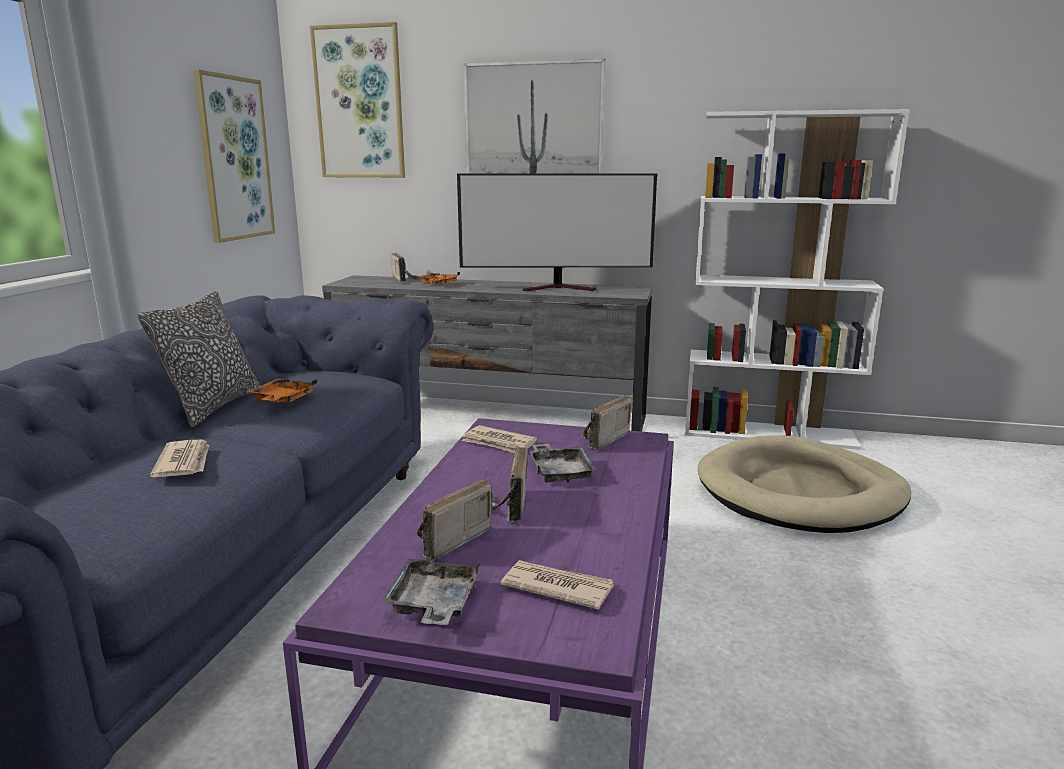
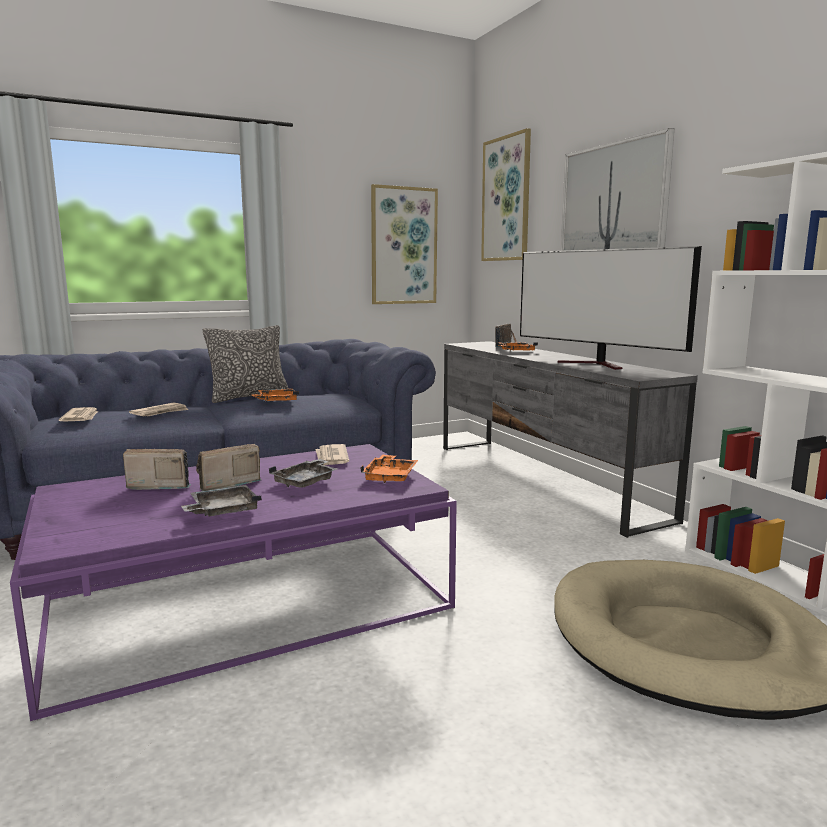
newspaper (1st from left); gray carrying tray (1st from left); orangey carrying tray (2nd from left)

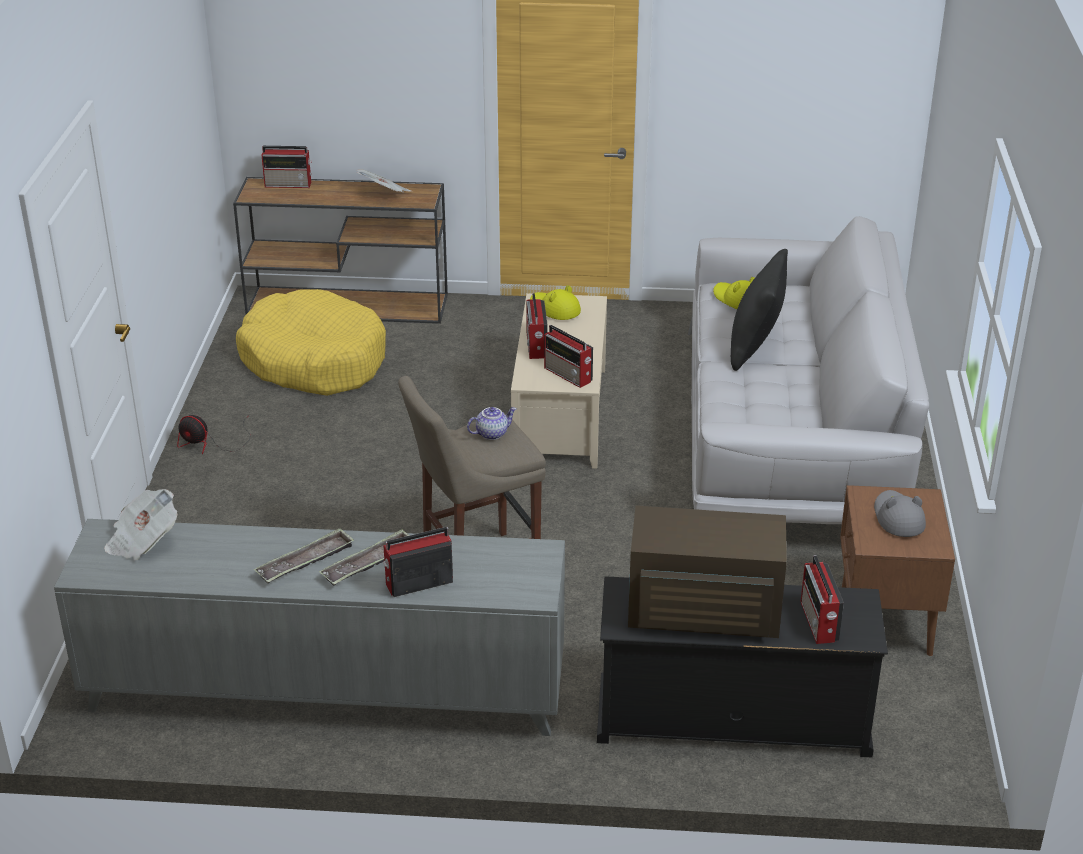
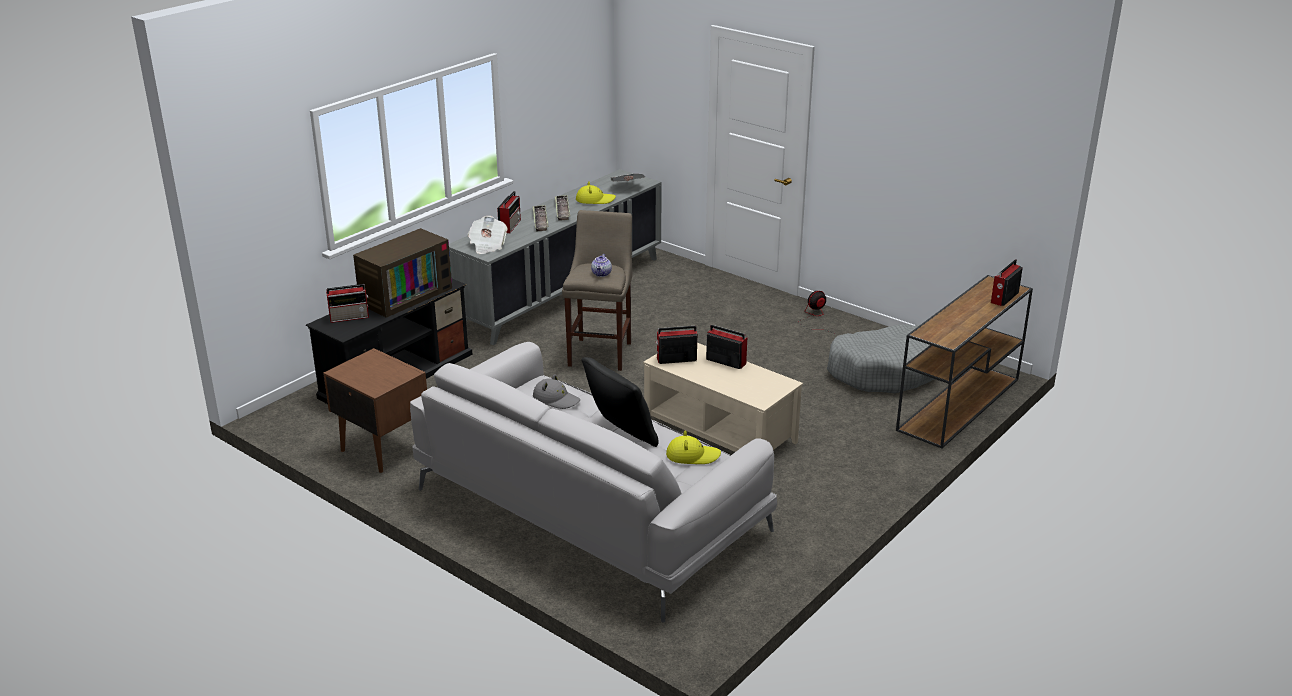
radio receiver (1st from left); newspaper (1st from left); gray hat; yellow hat (1st from left); gray dog cushion

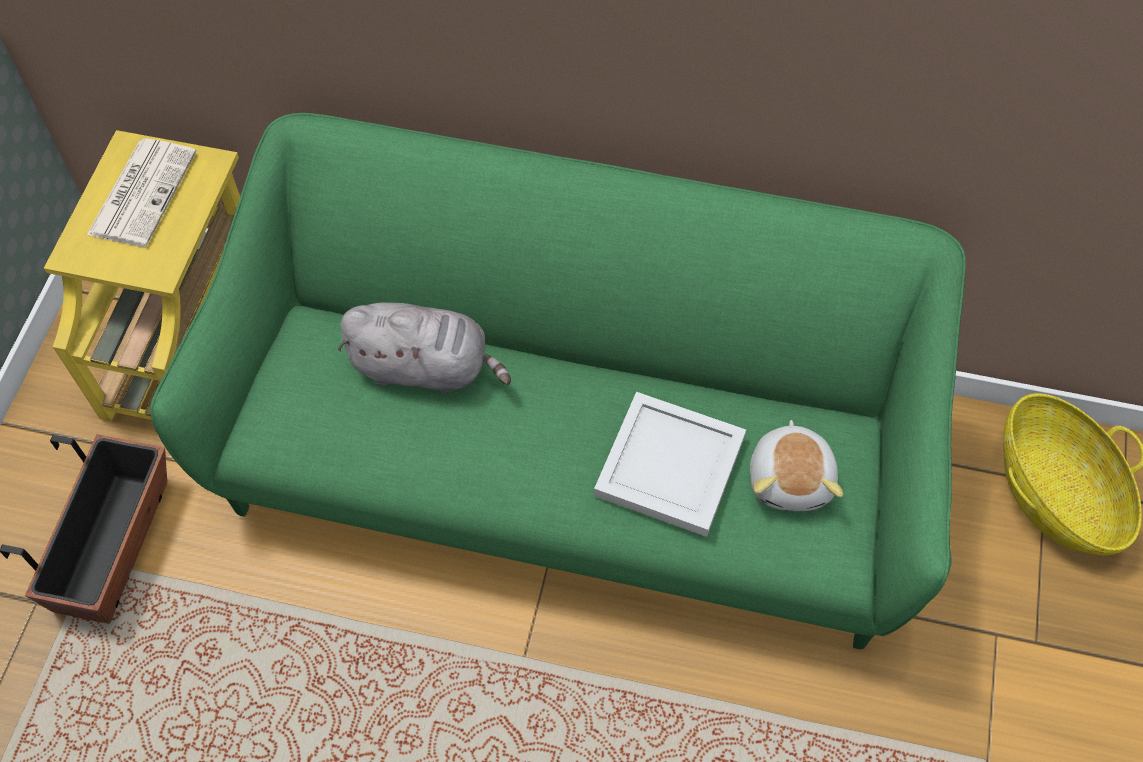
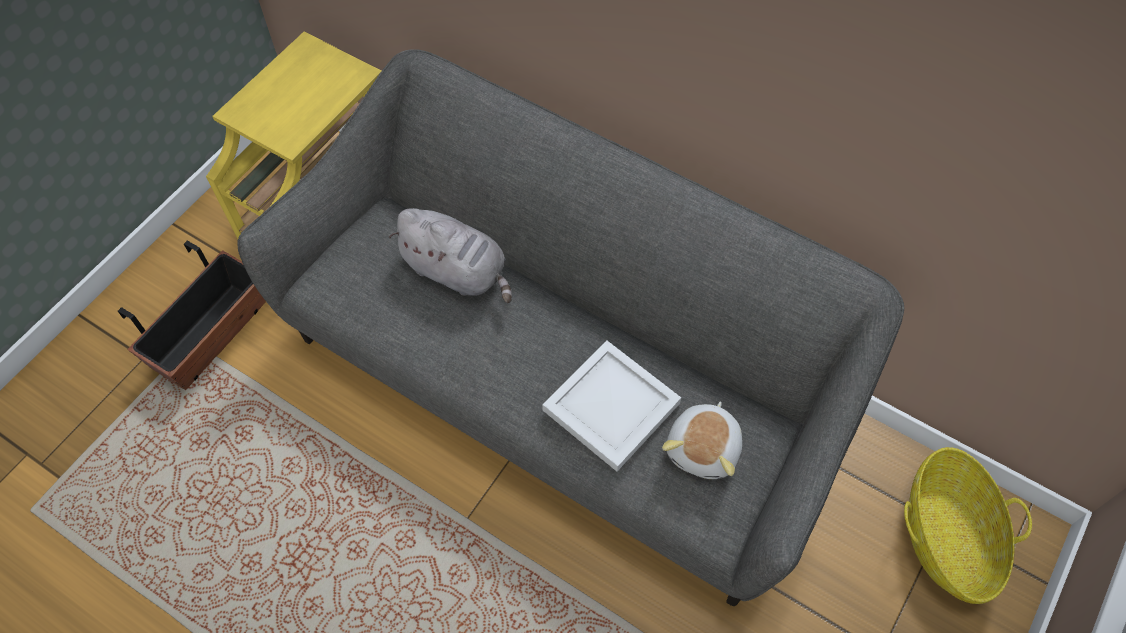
gray sofa; newspaper

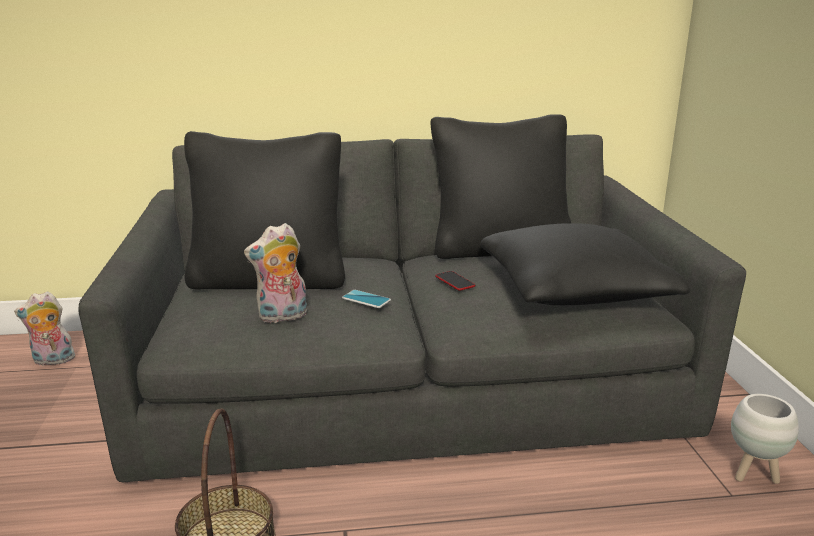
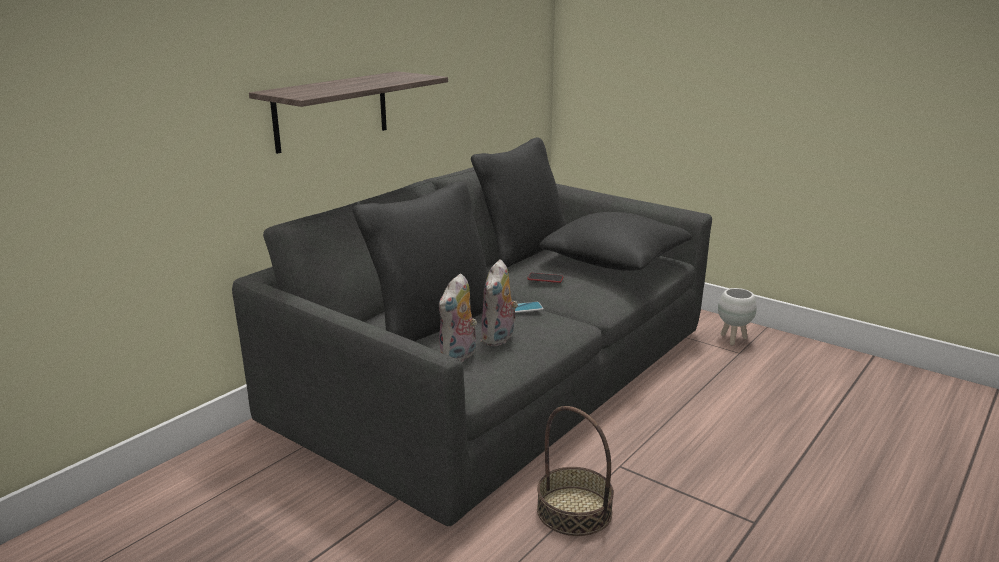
shelf; cuddly toy (1st from left)

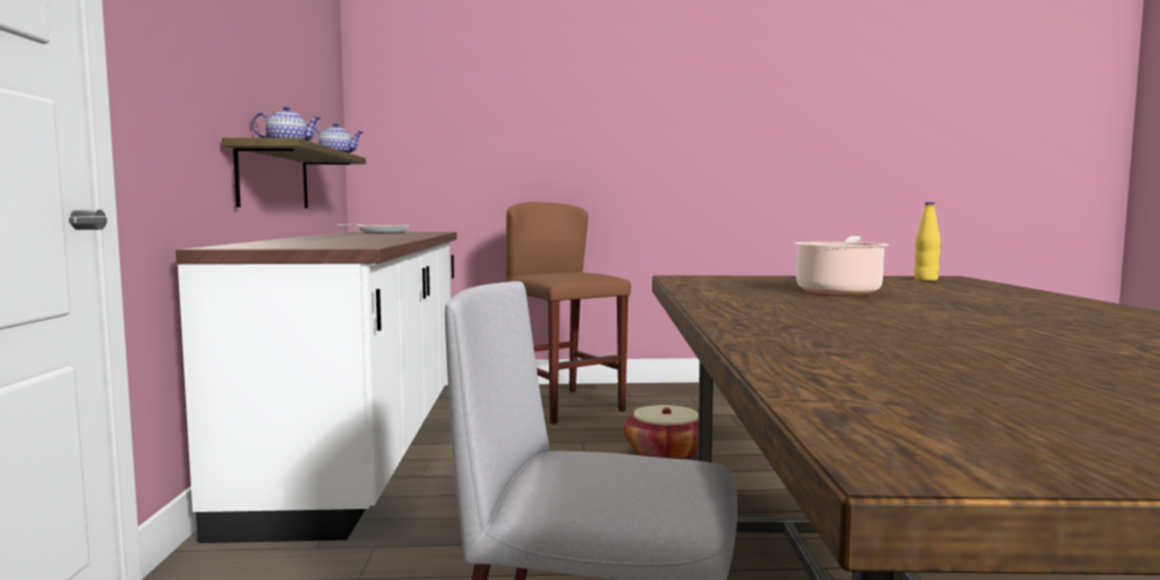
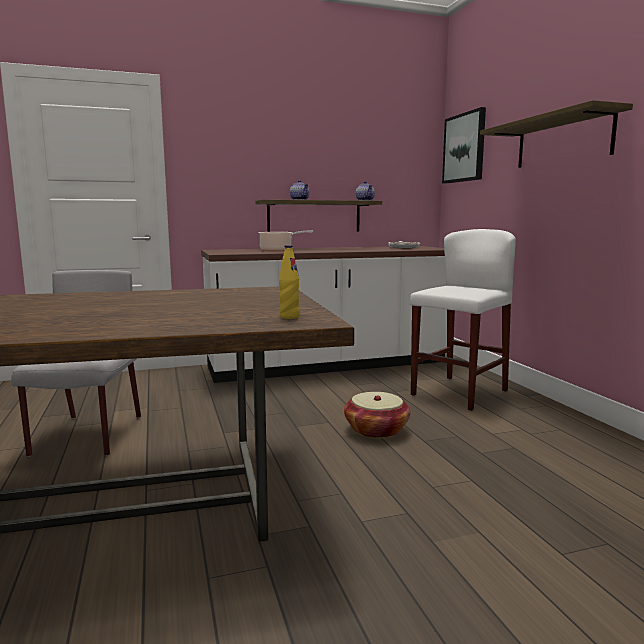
stockpot; white stool seat; picture; shelf (2nd from left)

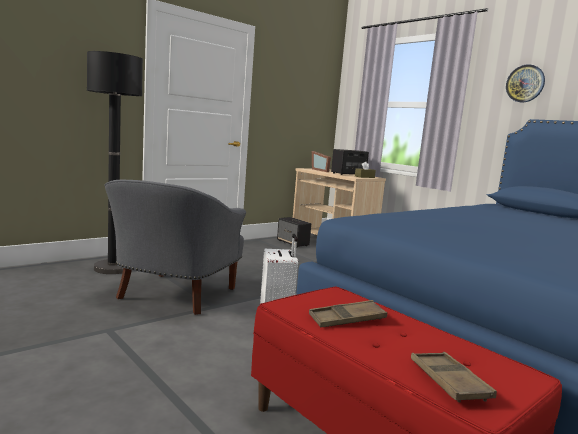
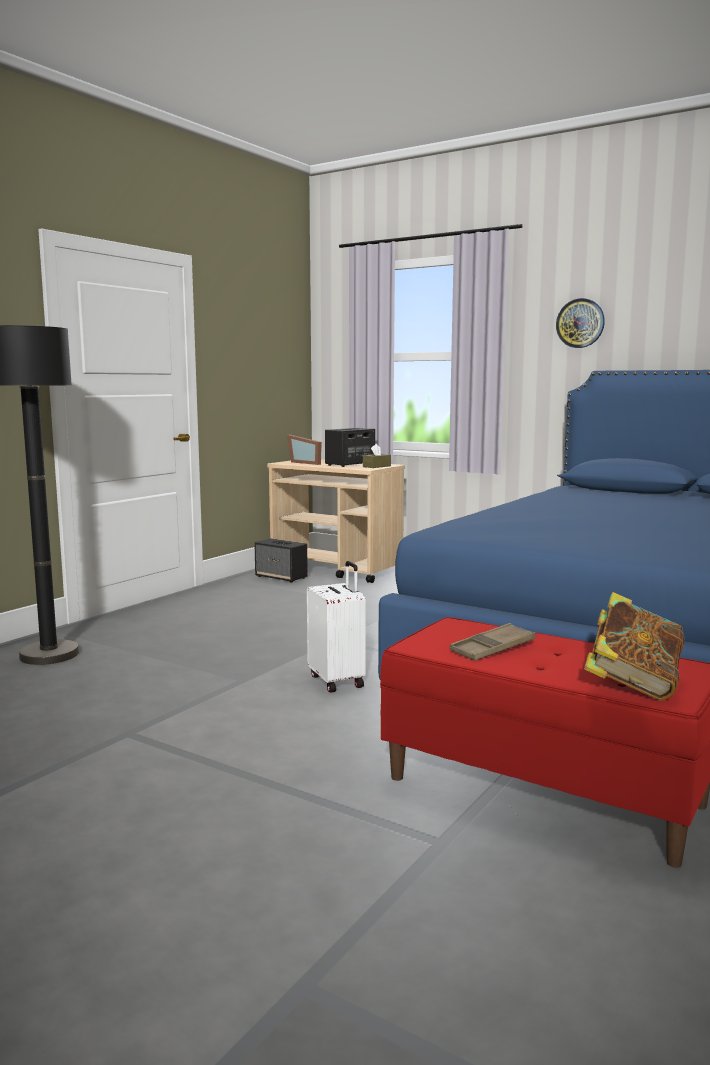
bound book; gray lounge chair

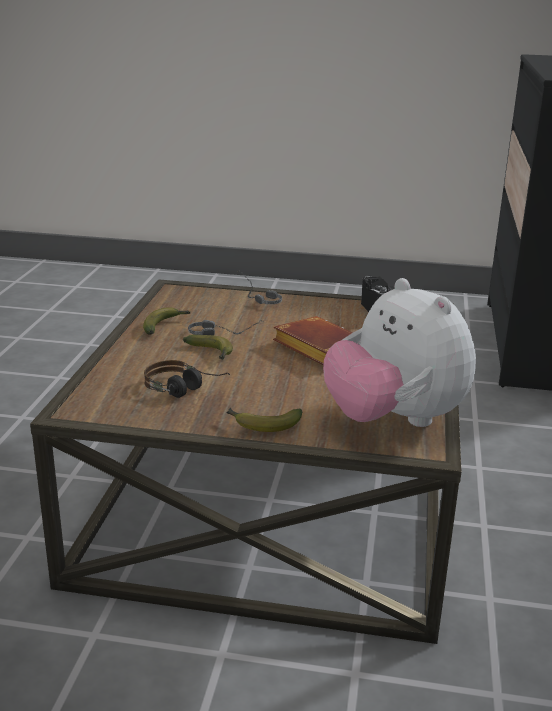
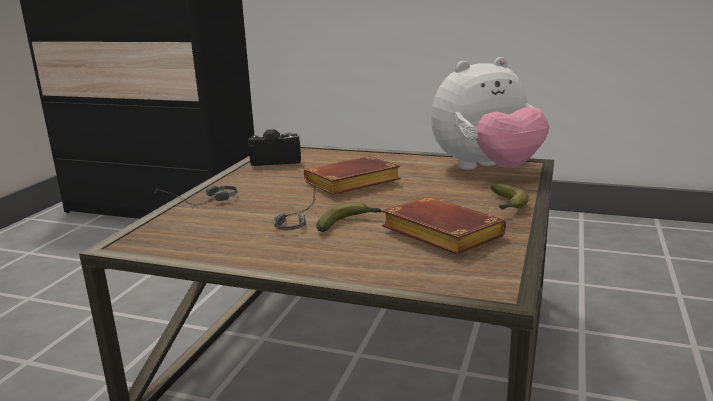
brownish bound book (2nd from left); whole banana (1st from left in the first image)

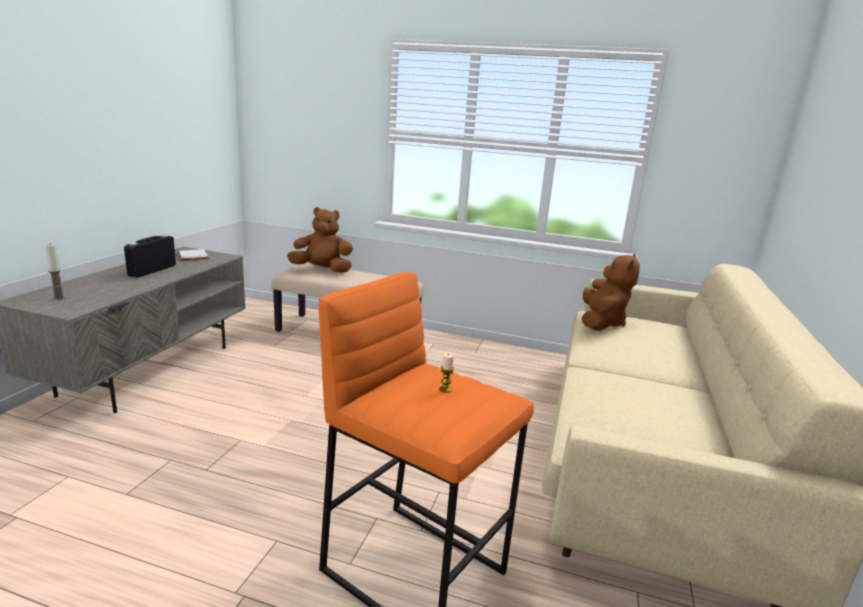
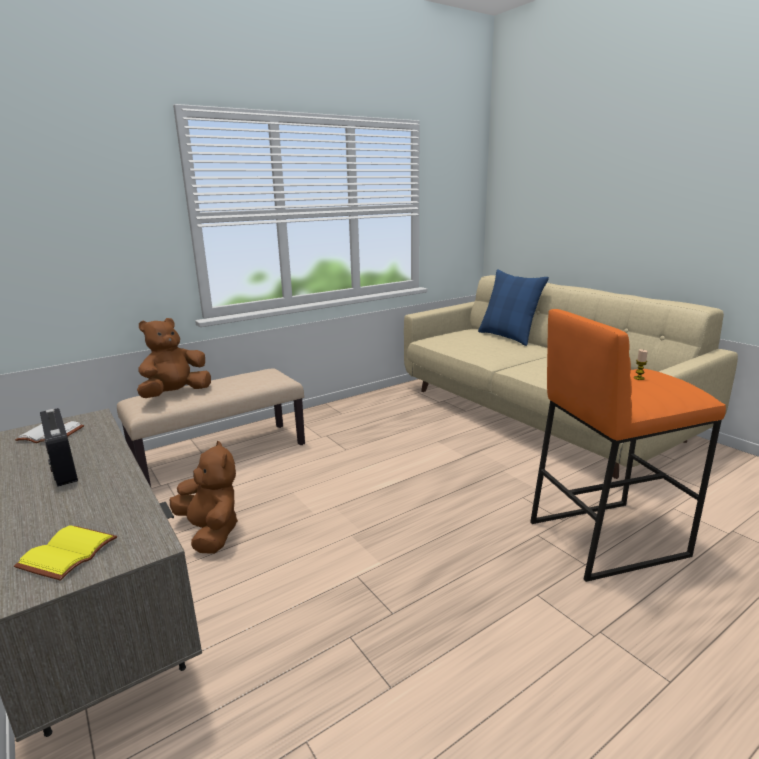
yellow bound book; brownish cuddly toy (2nd from left); bluish pillow

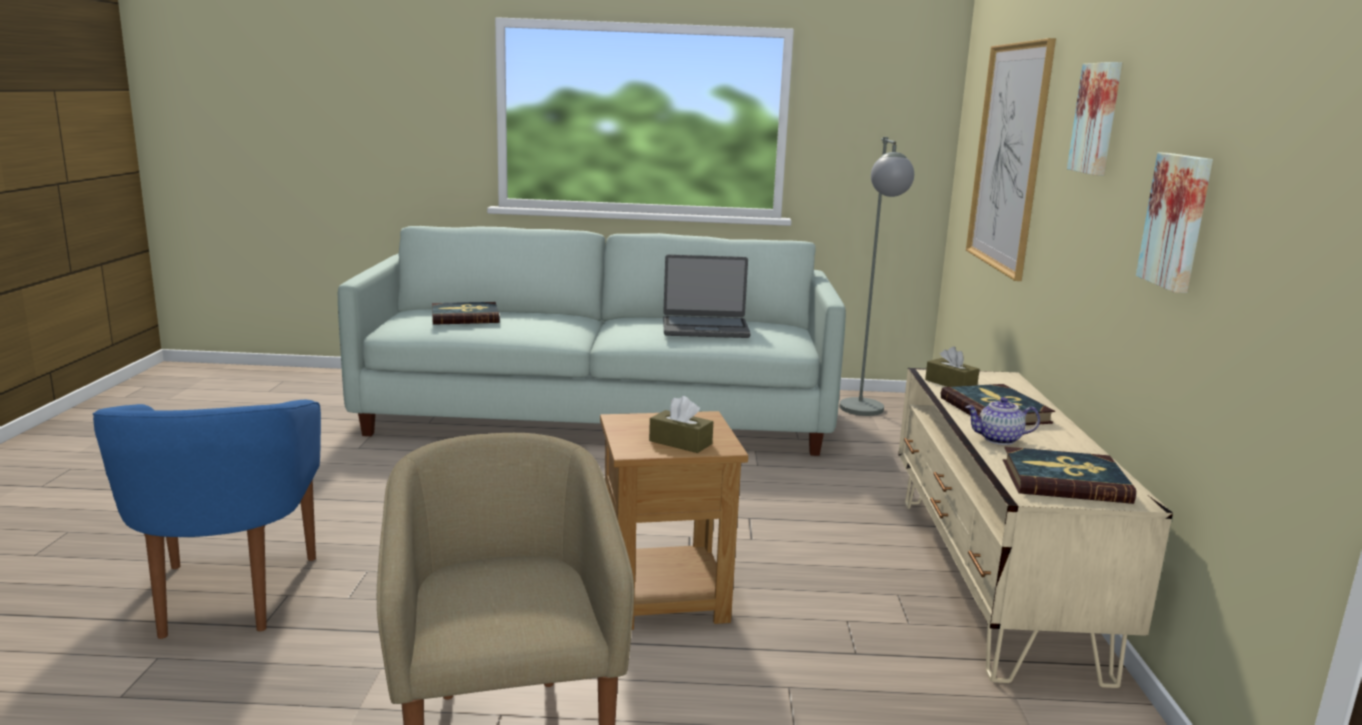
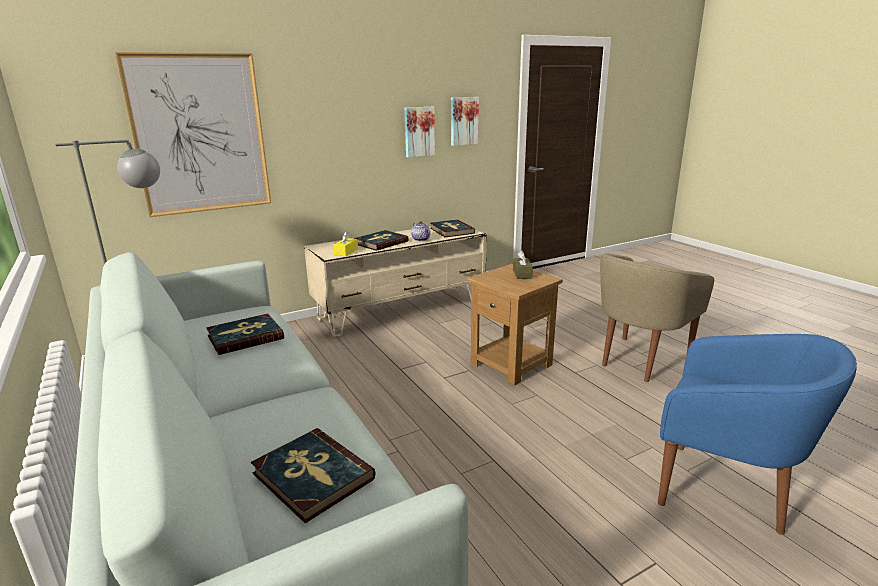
bound book (1st from left); yellow tissue holder; picture (3rd from left); bluish lounge chair

